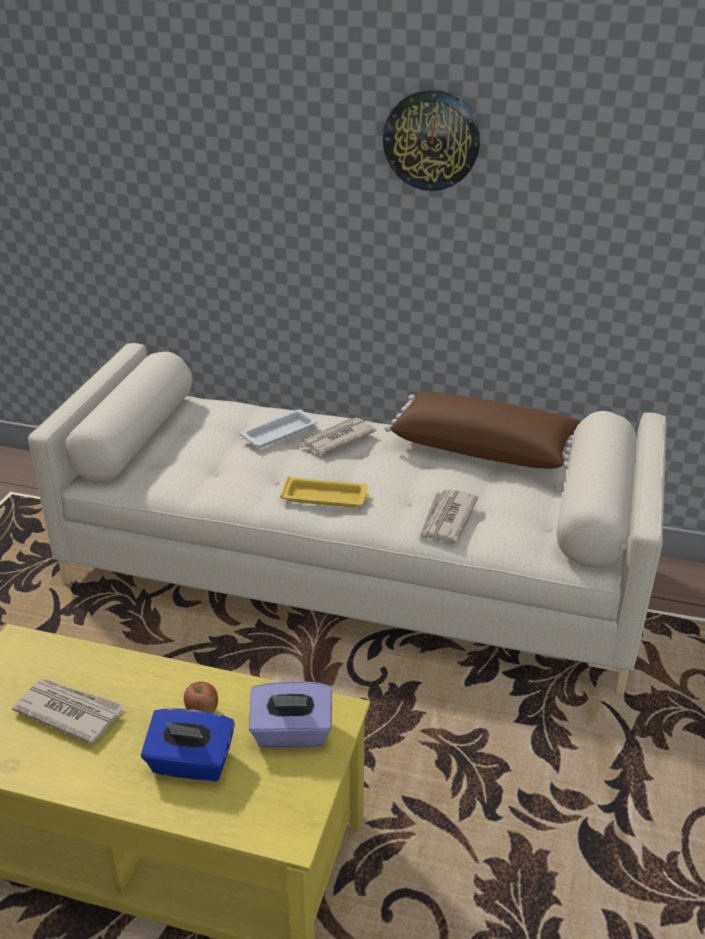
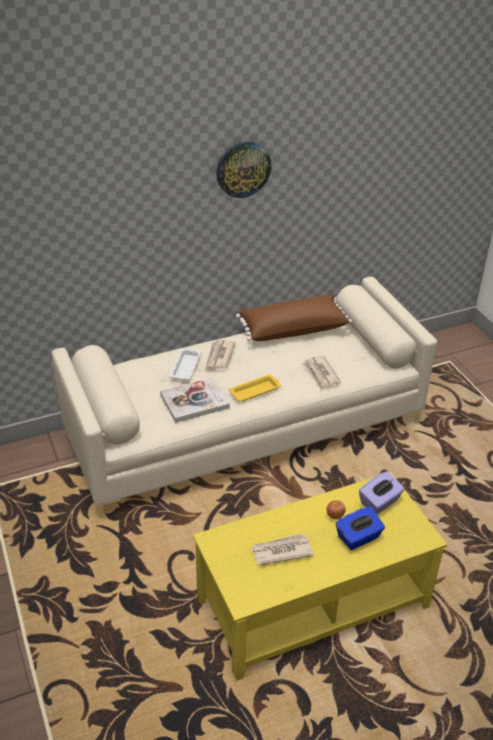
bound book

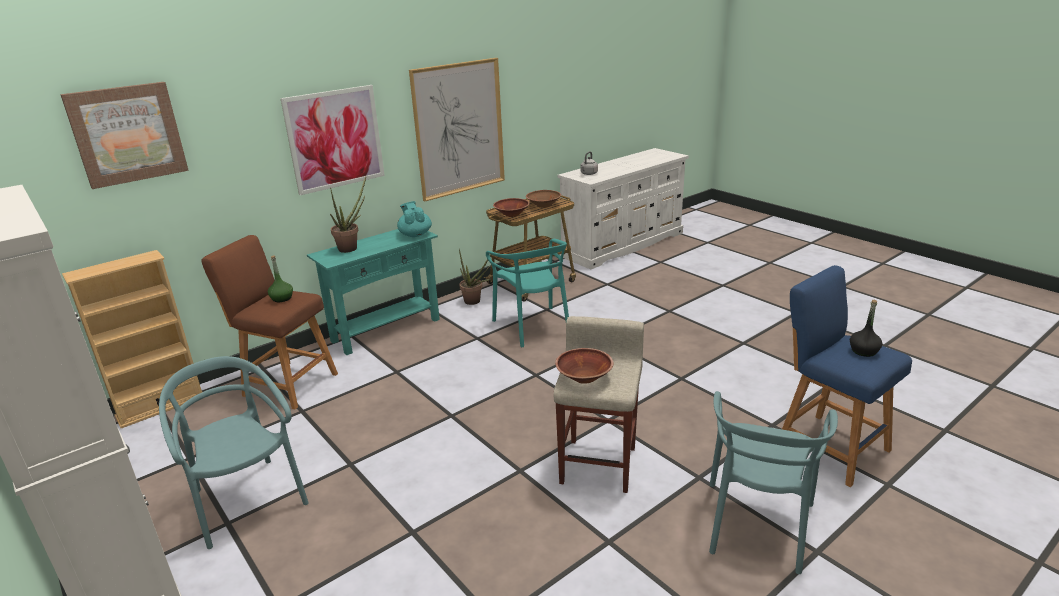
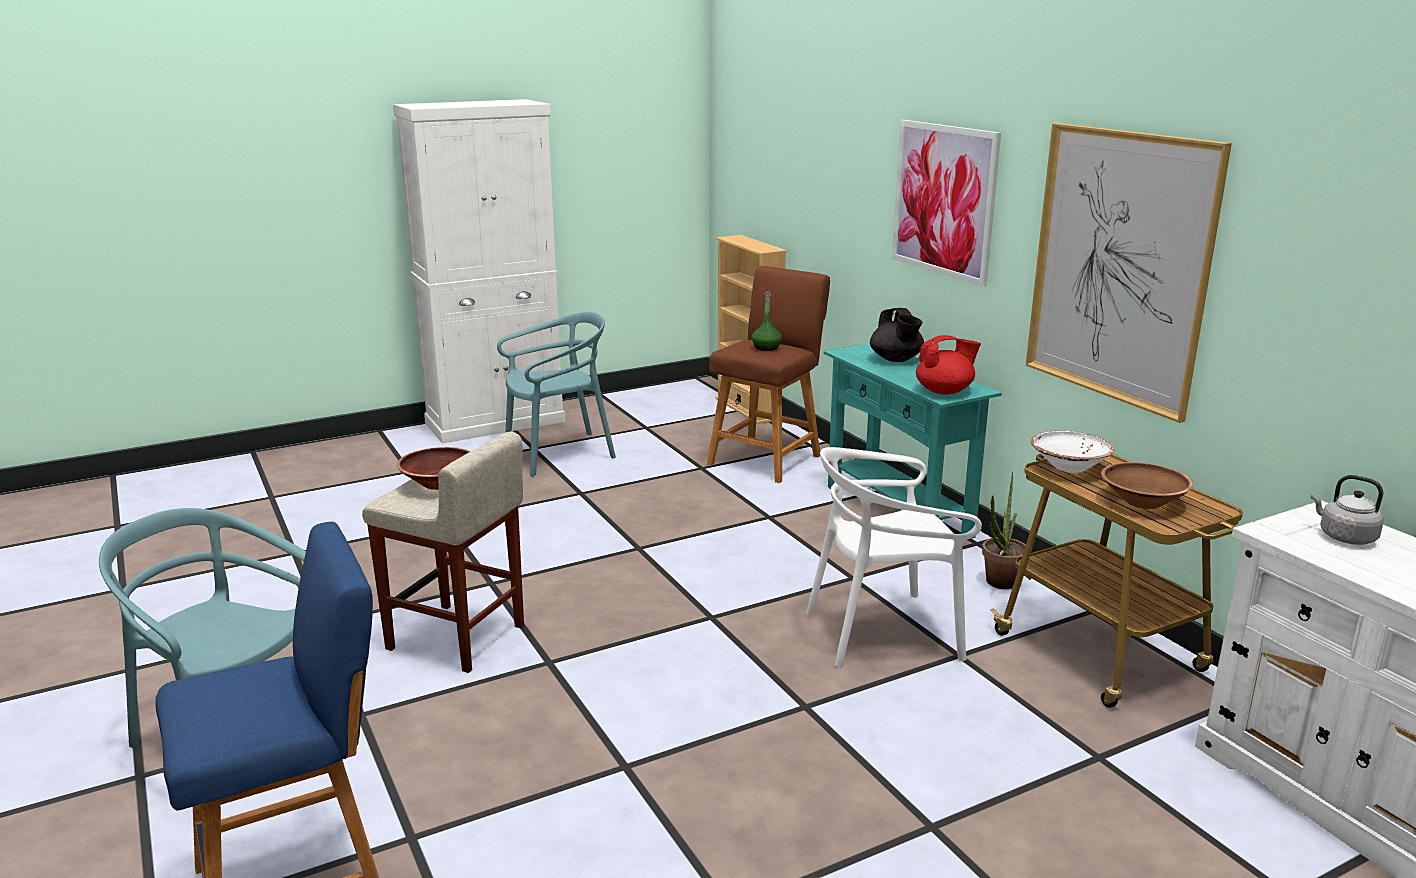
white plain chair; blackish teapot; reddish teapot; white bowl; picture (1st from left in the first image); blackish drink bottle

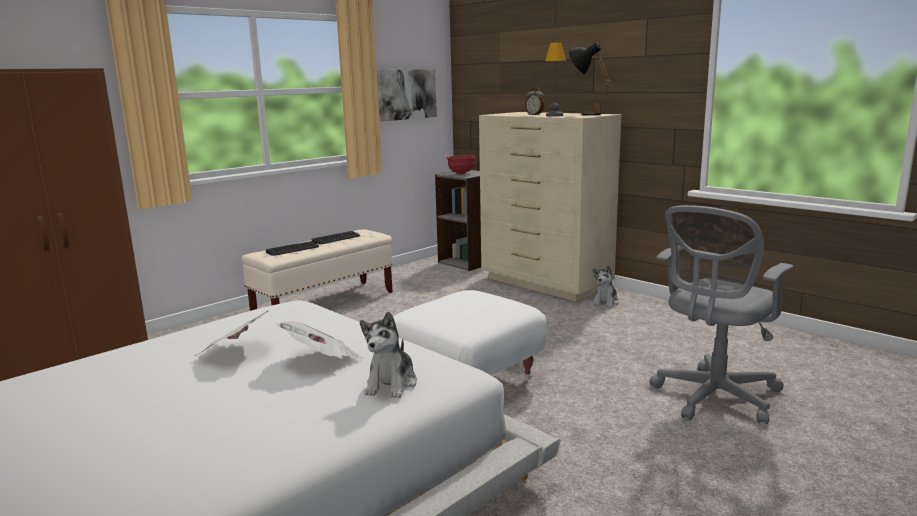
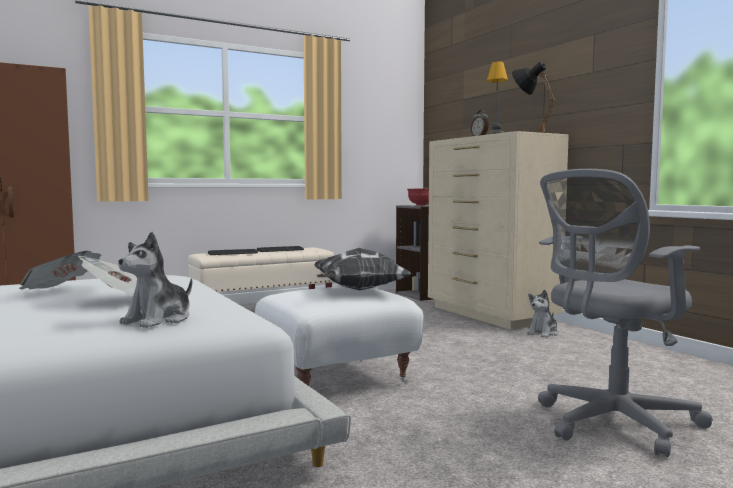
pillow; picture

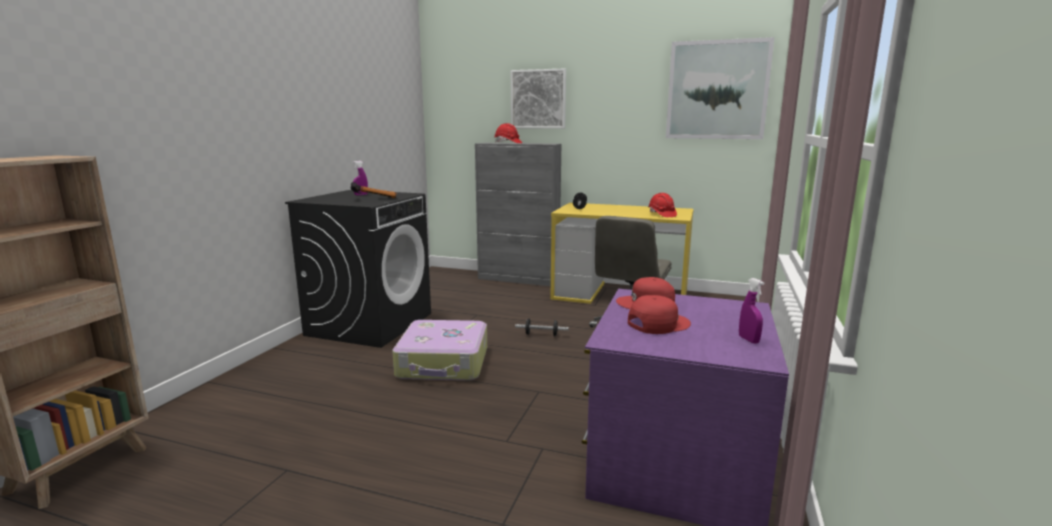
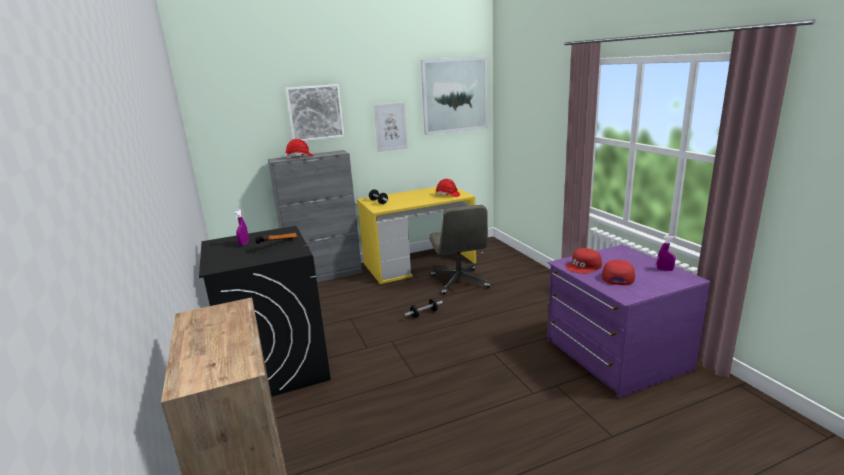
picture (2nd from left); suitcase

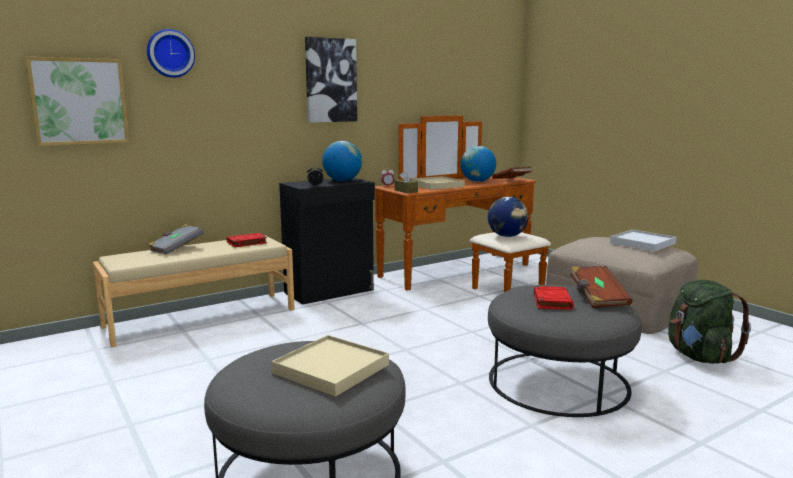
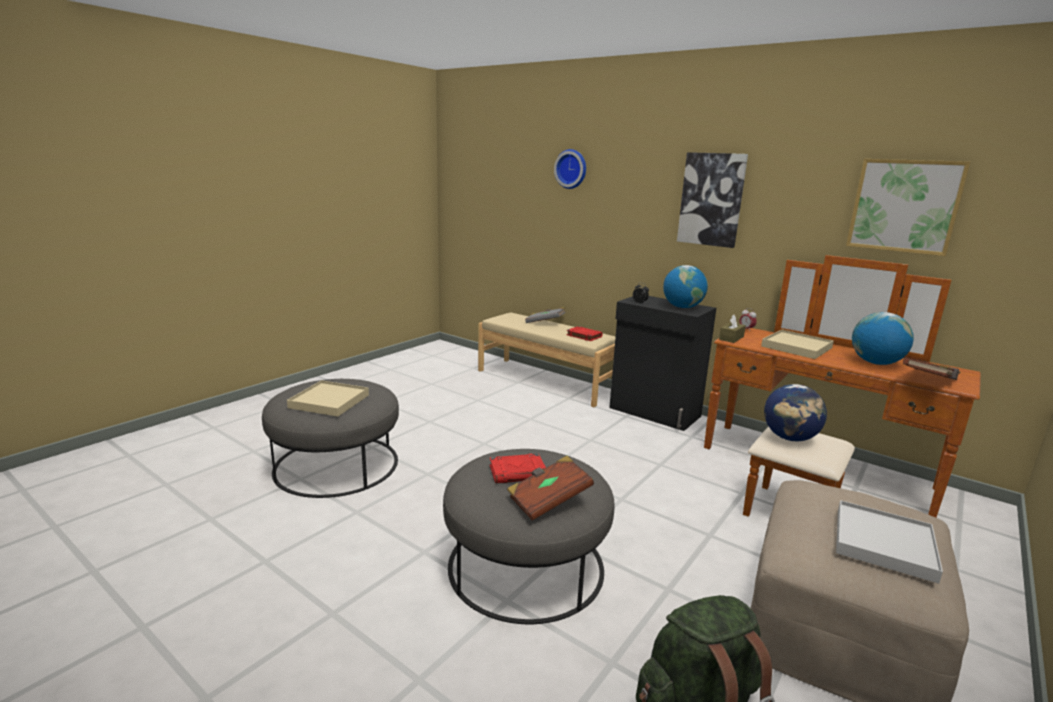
picture (2nd from left)

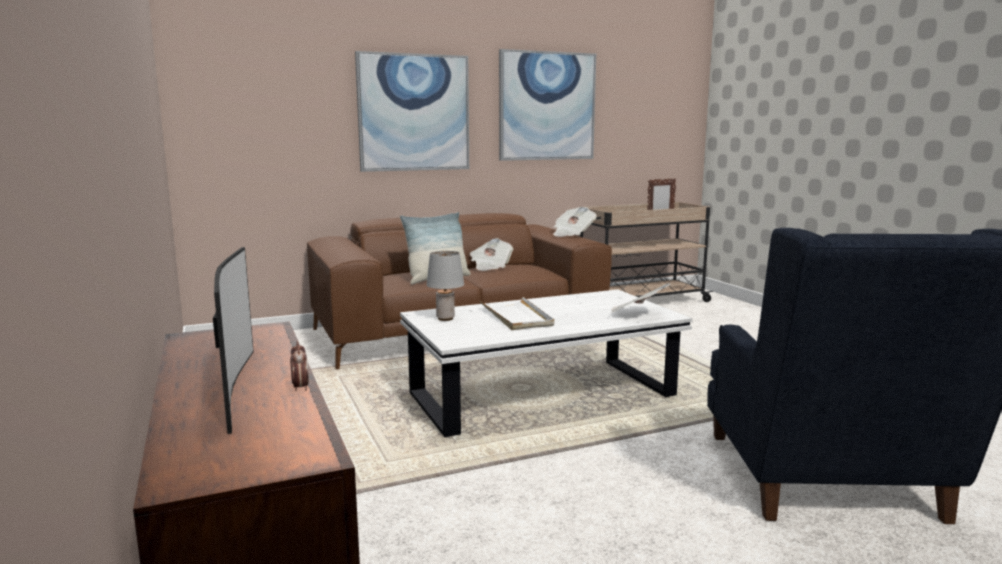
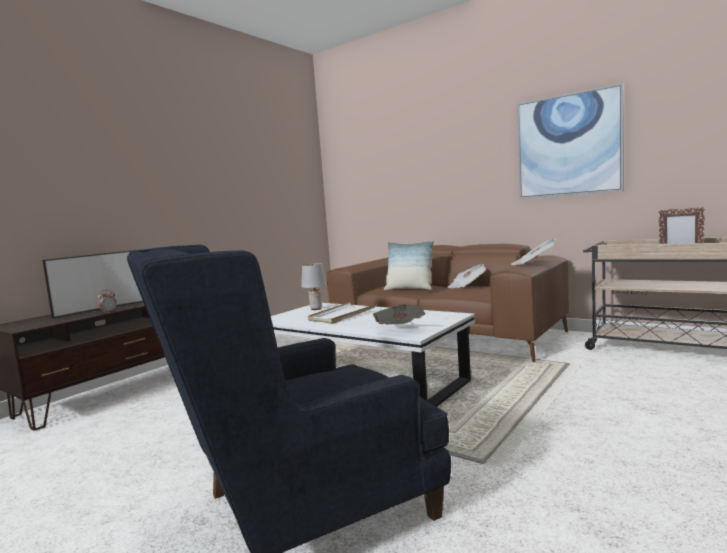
picture (1st from left in the first image)

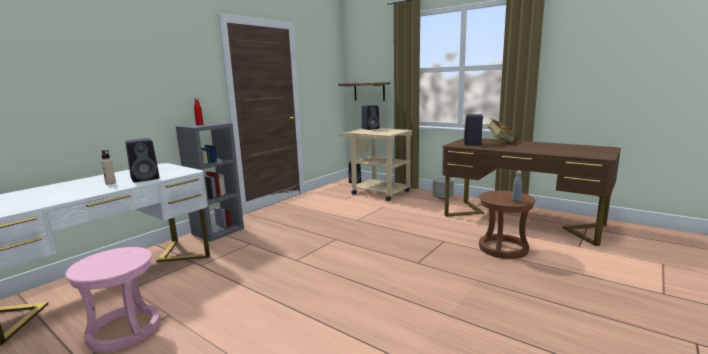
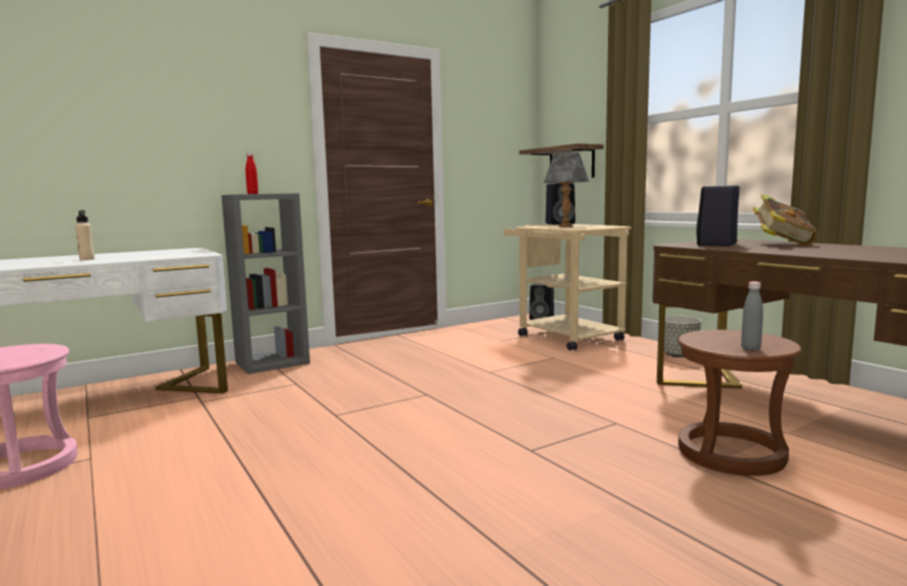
gray tabletop lamp; blackish loudspeaker (1st from left in the first image)

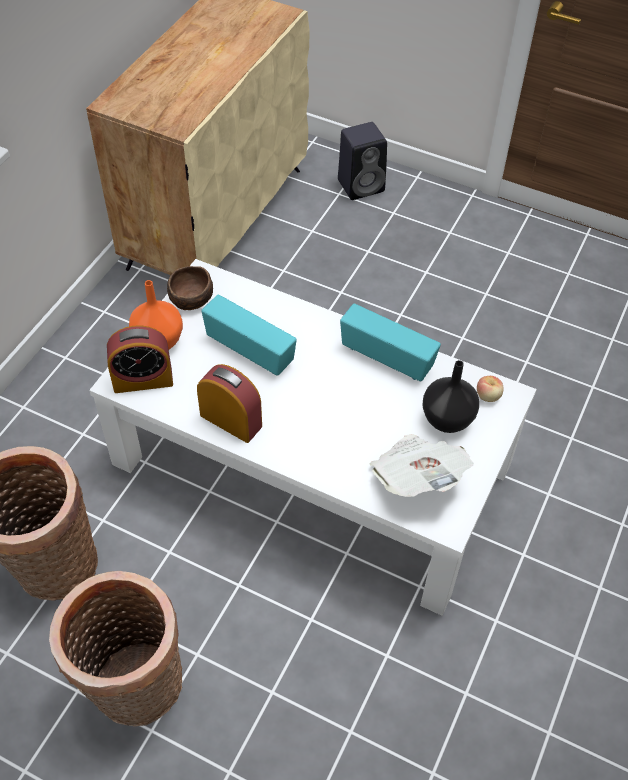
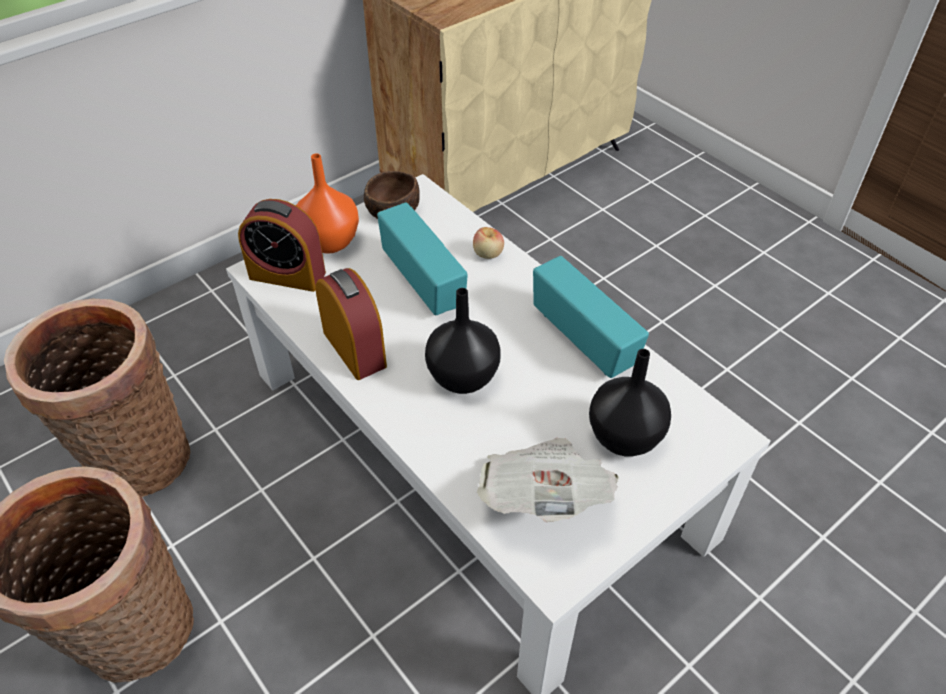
blackish decorative vase (1st from left); apple fruit; blackish loudspeaker

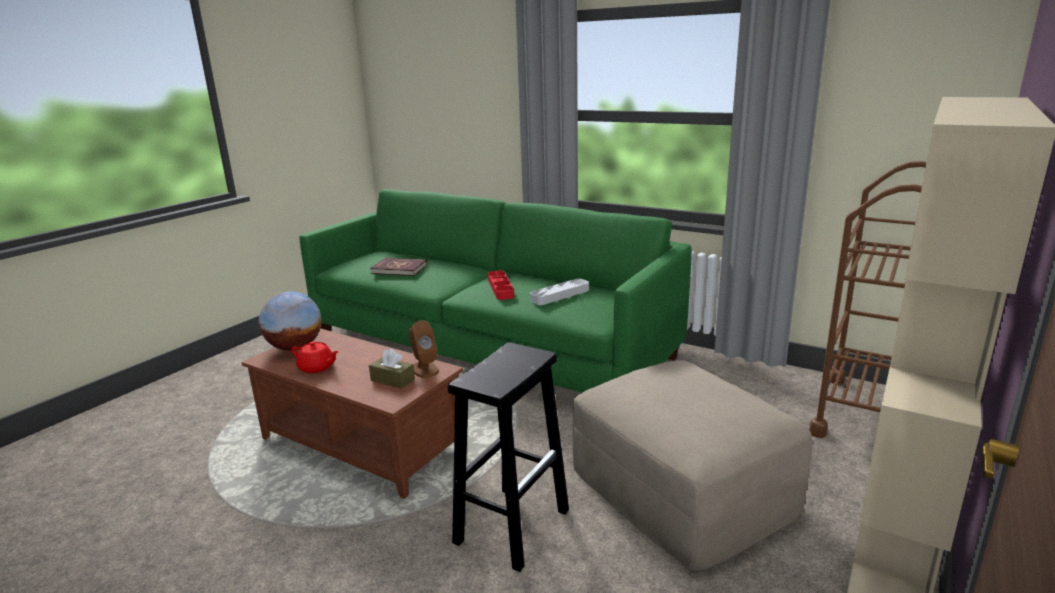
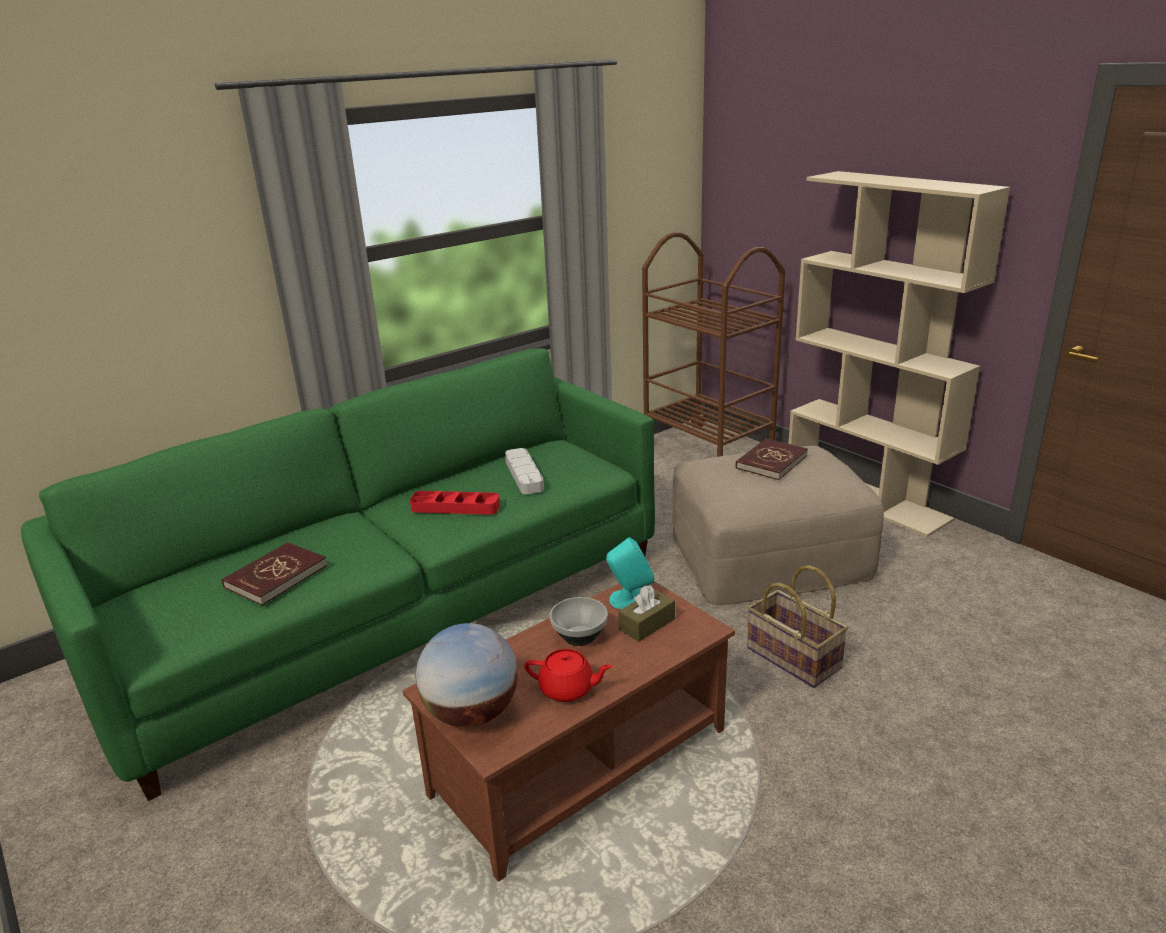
reddish teapot; bowl; turquoise loudspeaker; reddish bound book (2nd from left); household basket

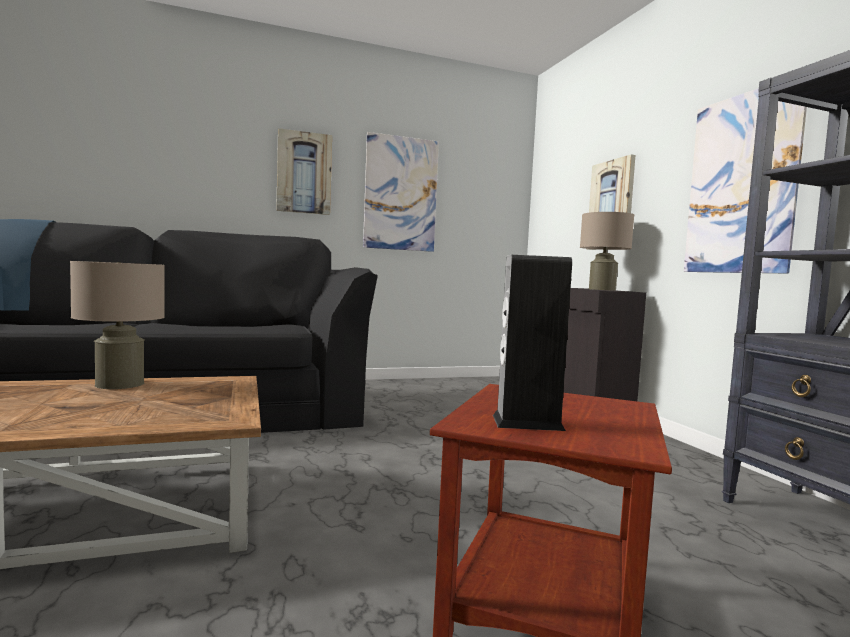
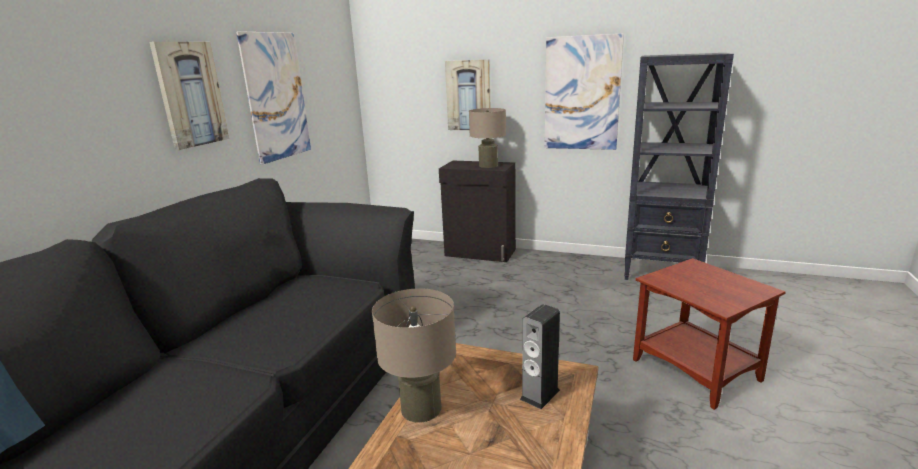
loudspeaker

